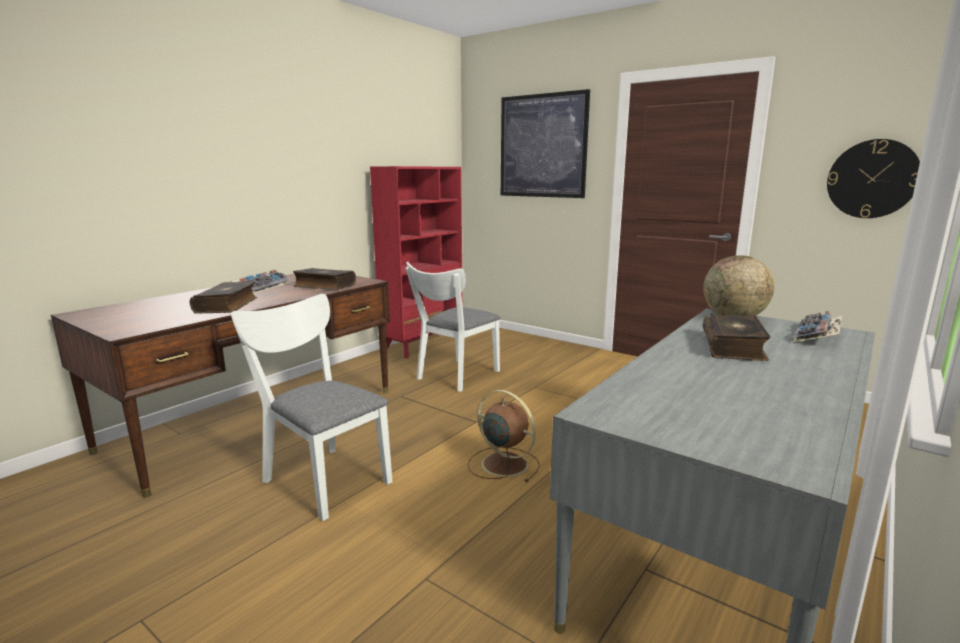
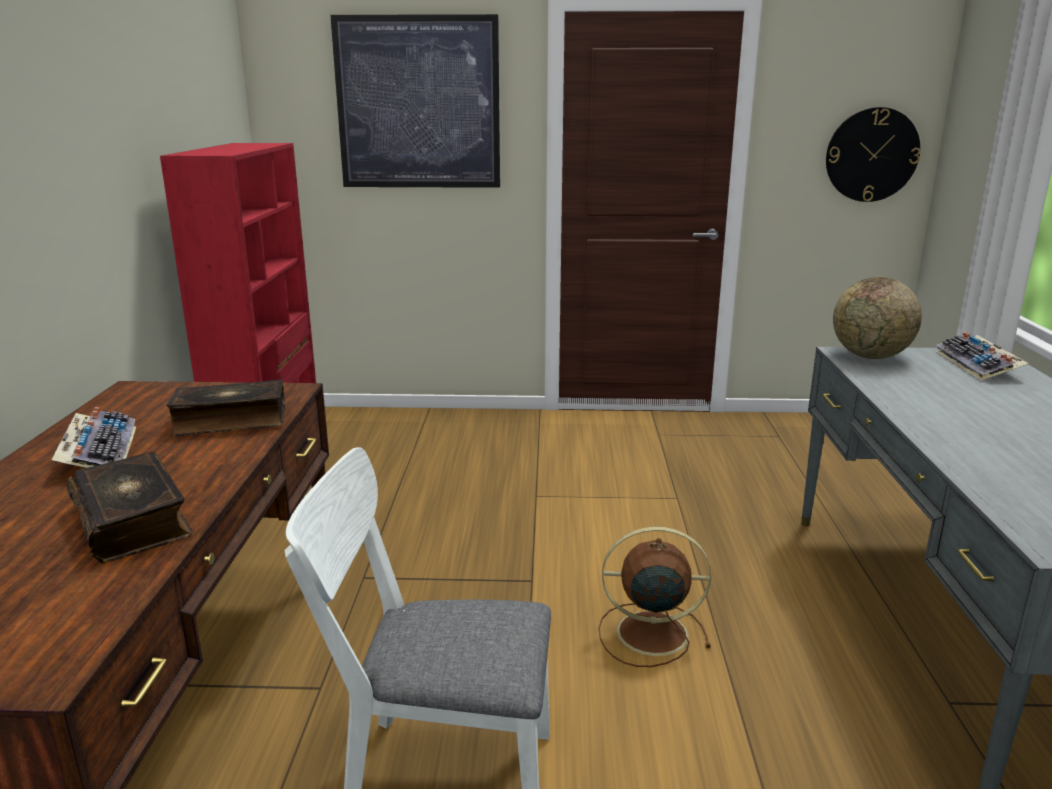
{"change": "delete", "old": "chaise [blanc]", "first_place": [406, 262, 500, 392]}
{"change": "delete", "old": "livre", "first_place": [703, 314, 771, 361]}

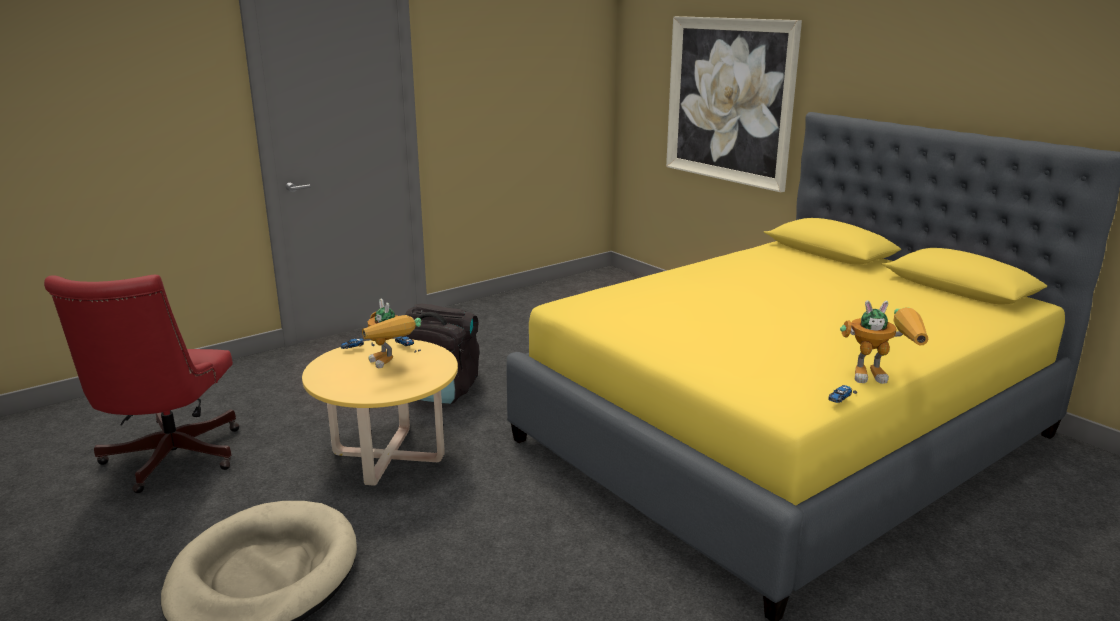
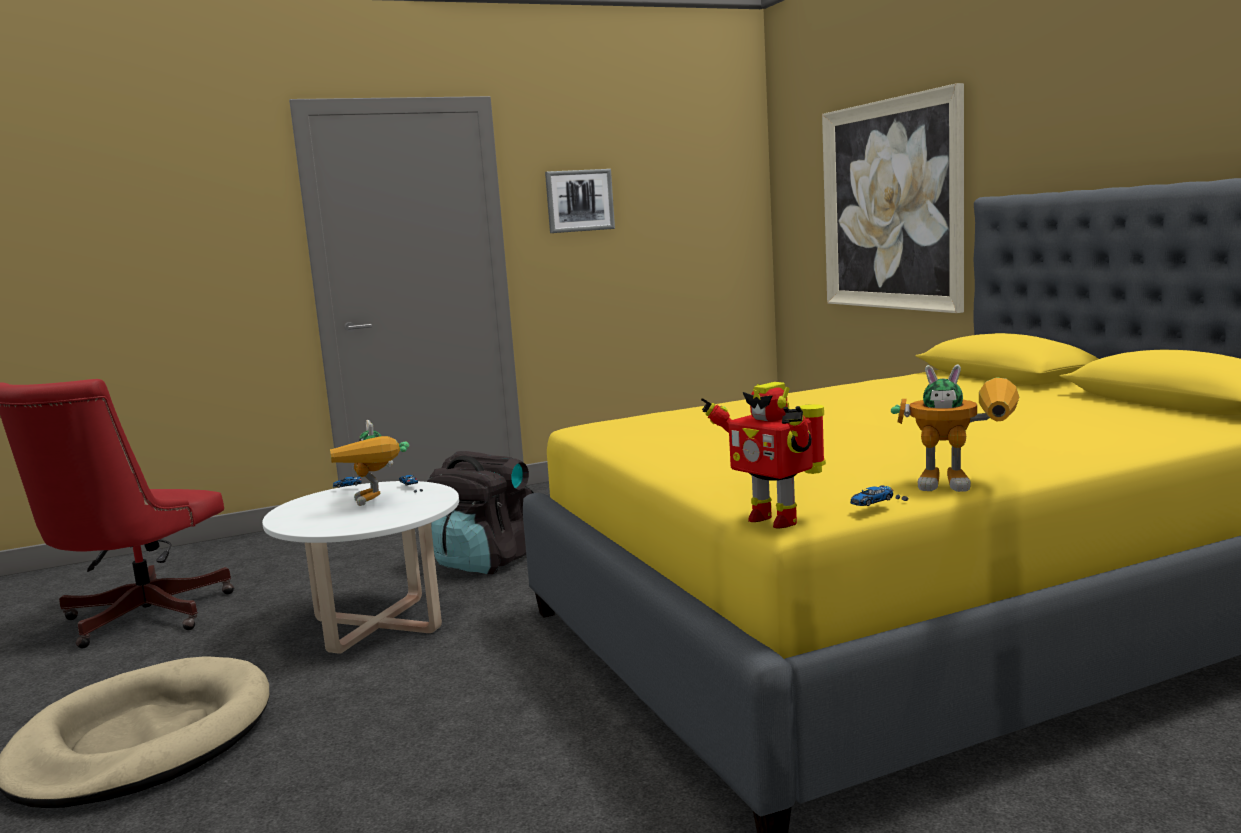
{"change": "recolor", "old": "table basse [jaune]", "new": "table basse [blanc]", "first_place": [302, 339, 458, 486], "second_place": [262, 481, 459, 654]}
{"change": "insert", "new": "tableau", "second_place": [545, 169, 615, 233]}
{"change": "insert", "new": "robot jouet", "second_place": [701, 382, 826, 529]}

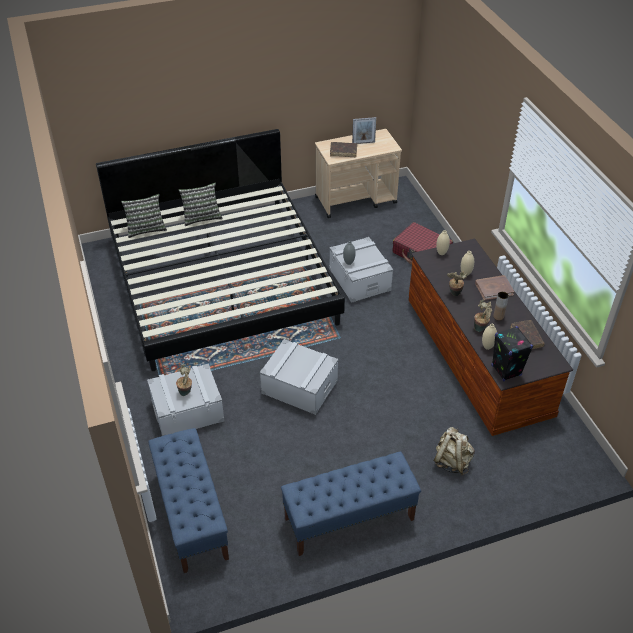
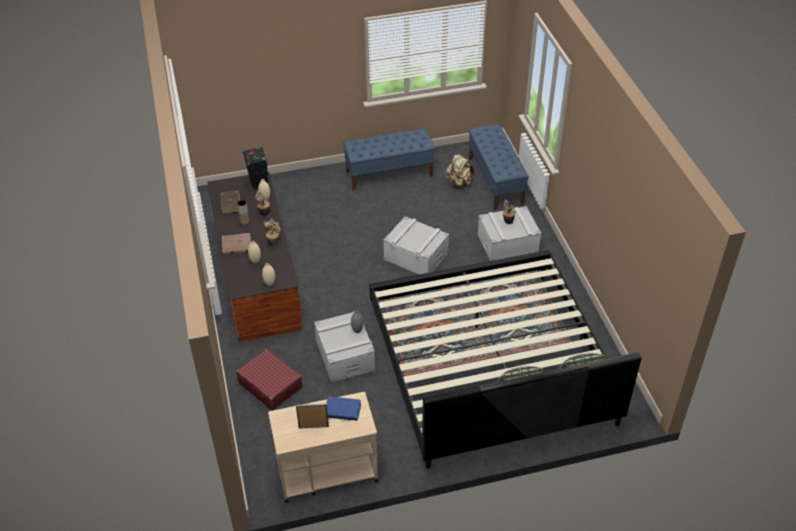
{"change": "recolor", "old": "livre [marron]", "new": "livre [bleu]", "first_place": [330, 142, 357, 157], "second_place": [327, 396, 361, 421]}
{"change": "move", "old": "sac à dos [beige]", "first_place": [433, 427, 475, 475], "second_place": [446, 153, 474, 189]}

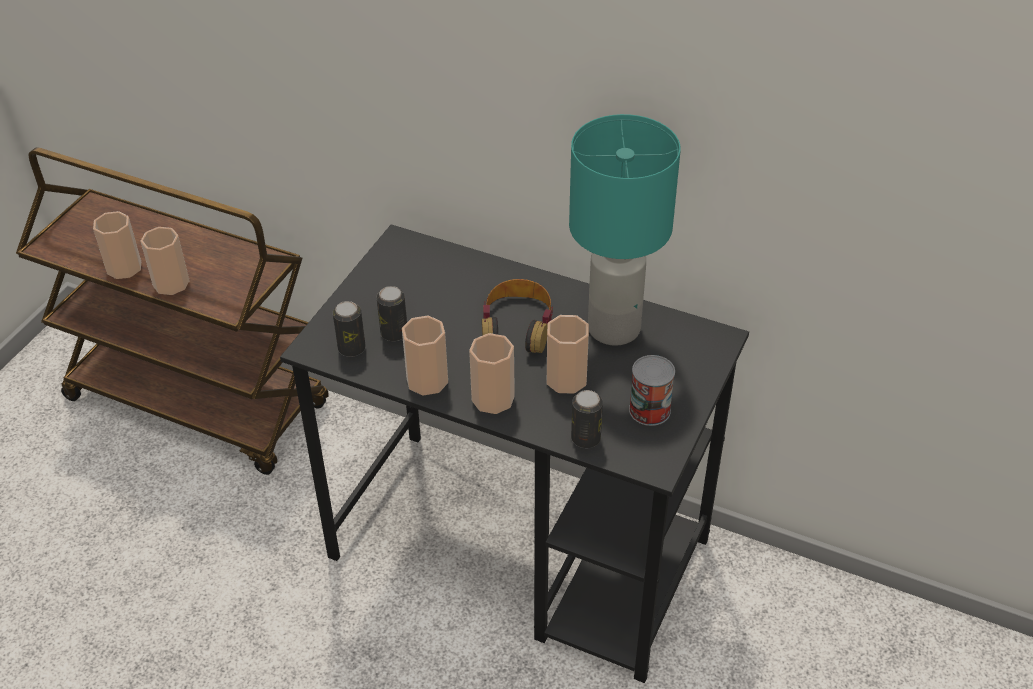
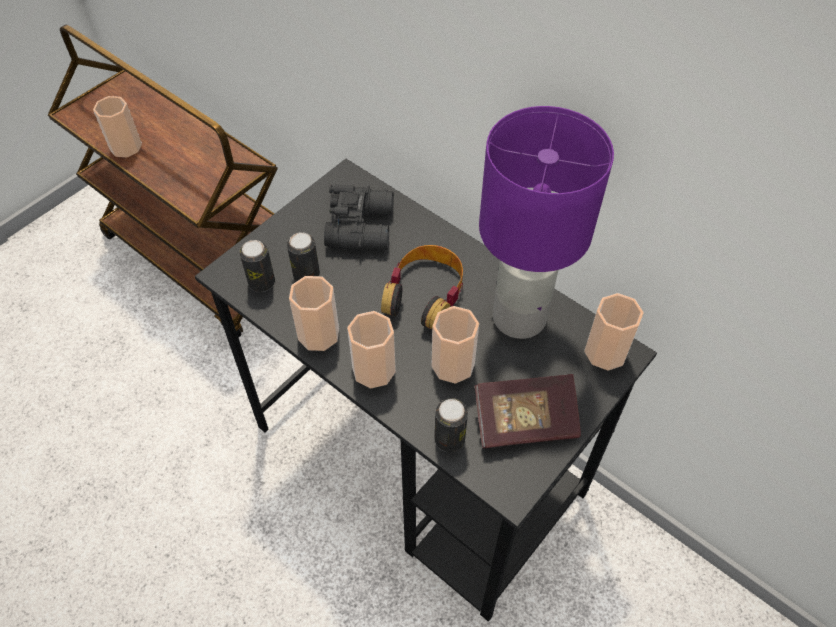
{"change": "move", "old": "tasse", "first_place": [141, 227, 190, 295], "second_place": [584, 293, 644, 370]}
{"change": "recolor", "old": "lampe de table [turquoise]", "new": "lampe de table [violet]", "first_place": [569, 114, 681, 346], "second_place": [479, 106, 614, 339]}
{"change": "replace", "old": "boîte métallique", "new": "livre", "first_place": [629, 355, 675, 426], "second_place": [475, 374, 581, 449]}
{"change": "insert", "new": "jumelles [noir]", "second_place": [324, 184, 394, 251]}

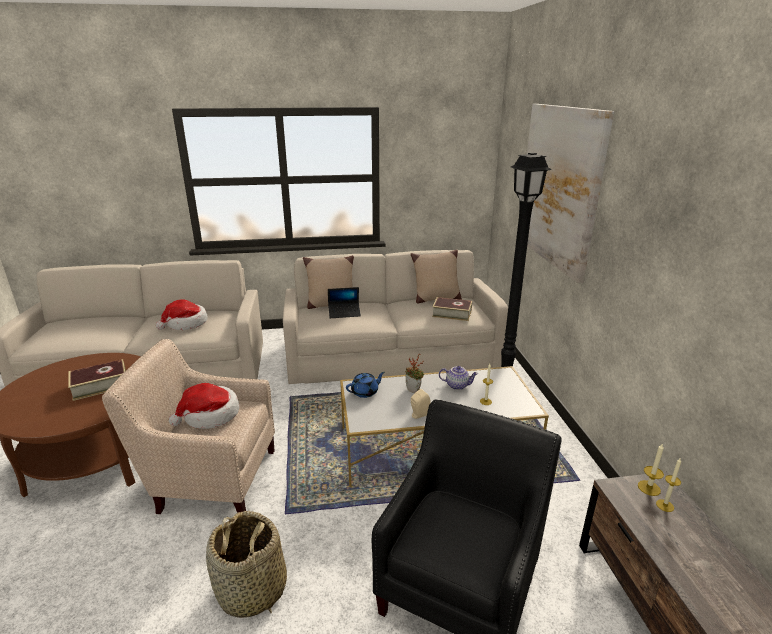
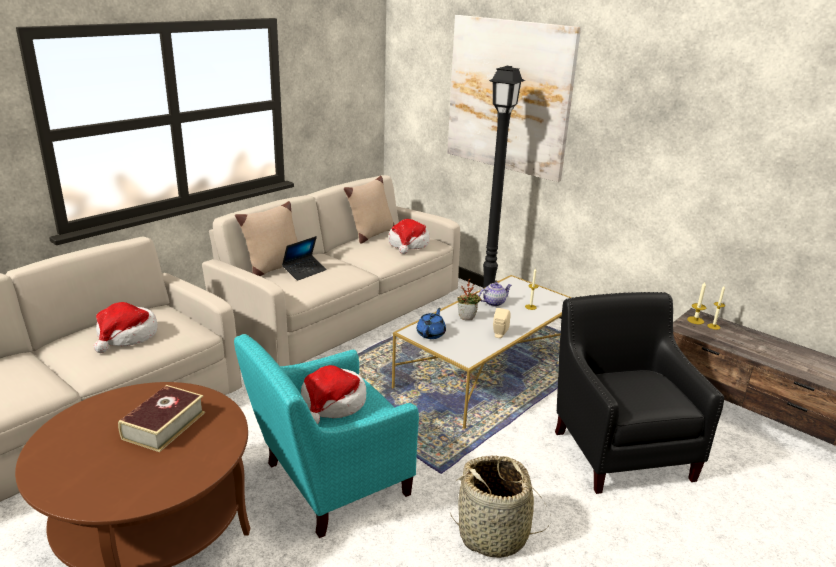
{"change": "recolor", "old": "fauteuil [beige]", "new": "fauteuil [turquoise]", "first_place": [102, 339, 275, 514], "second_place": [234, 334, 419, 538]}
{"change": "replace", "old": "livre", "new": "chapeau", "first_place": [432, 297, 472, 321], "second_place": [389, 219, 430, 254]}

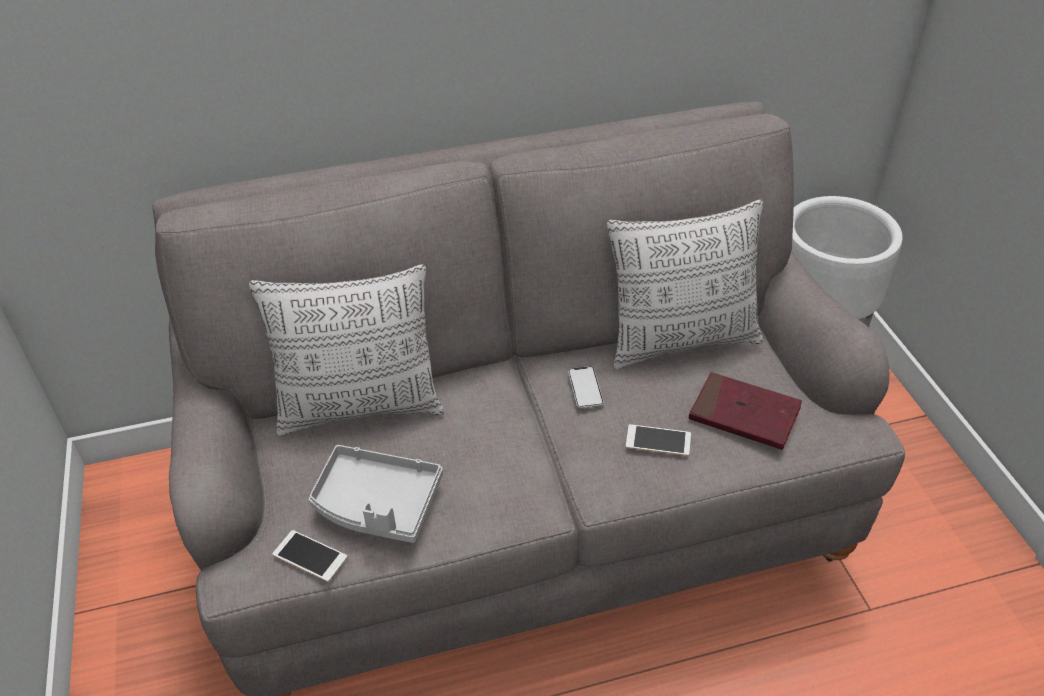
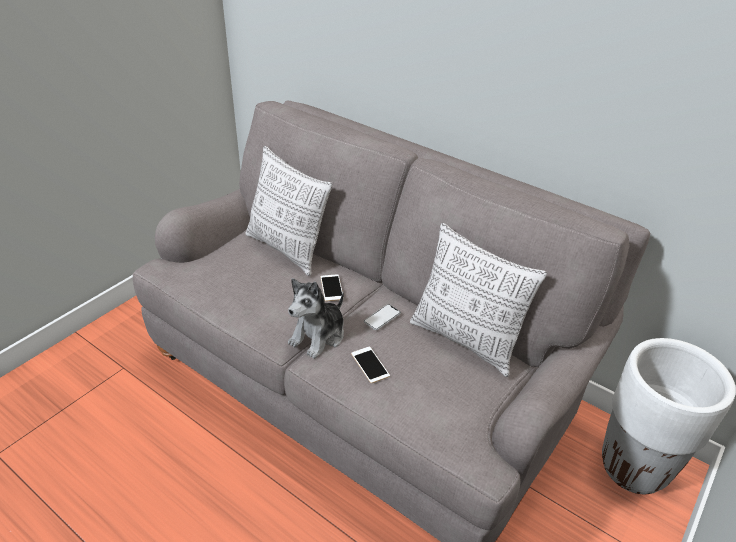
{"change": "move", "old": "téléphone", "first_place": [273, 530, 347, 582], "second_place": [320, 274, 344, 301]}
{"change": "delete", "old": "plateau [gris]", "first_place": [309, 445, 443, 543]}
{"change": "delete", "old": "livre [rouge]", "first_place": [689, 372, 802, 450]}
{"change": "insert", "new": "peluche", "second_place": [288, 278, 344, 359]}

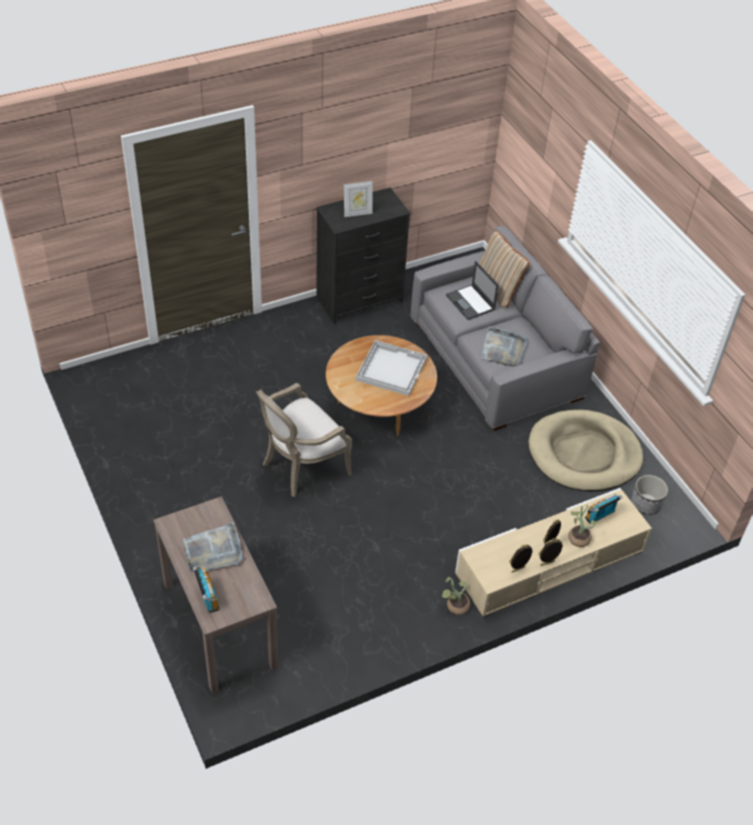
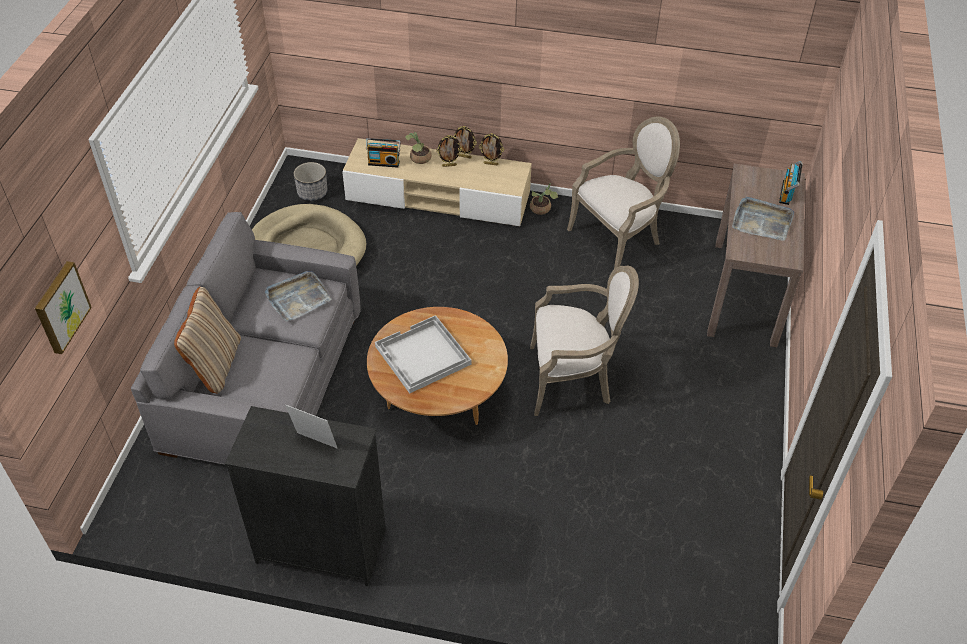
{"change": "delete", "old": "ordinateur portable", "first_place": [446, 261, 499, 320]}
{"change": "insert", "new": "tableau", "second_place": [35, 261, 92, 354]}
{"change": "insert", "new": "fauteuil", "second_place": [567, 117, 680, 269]}

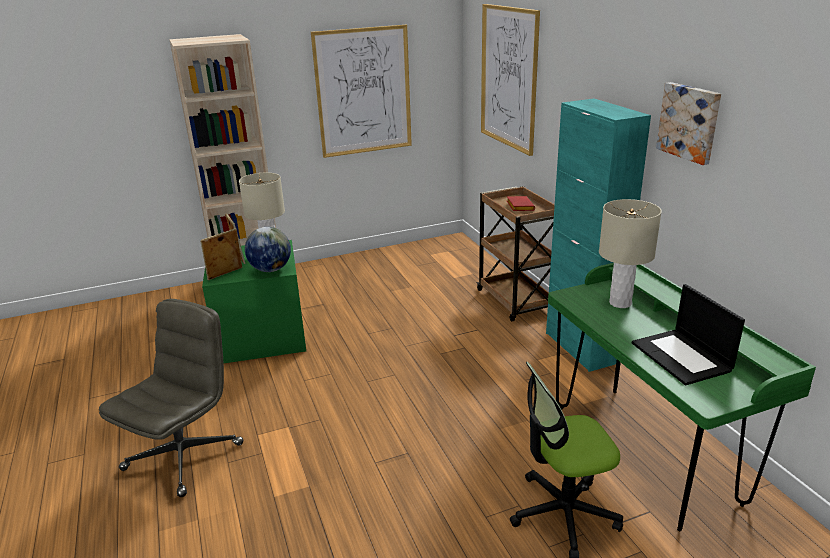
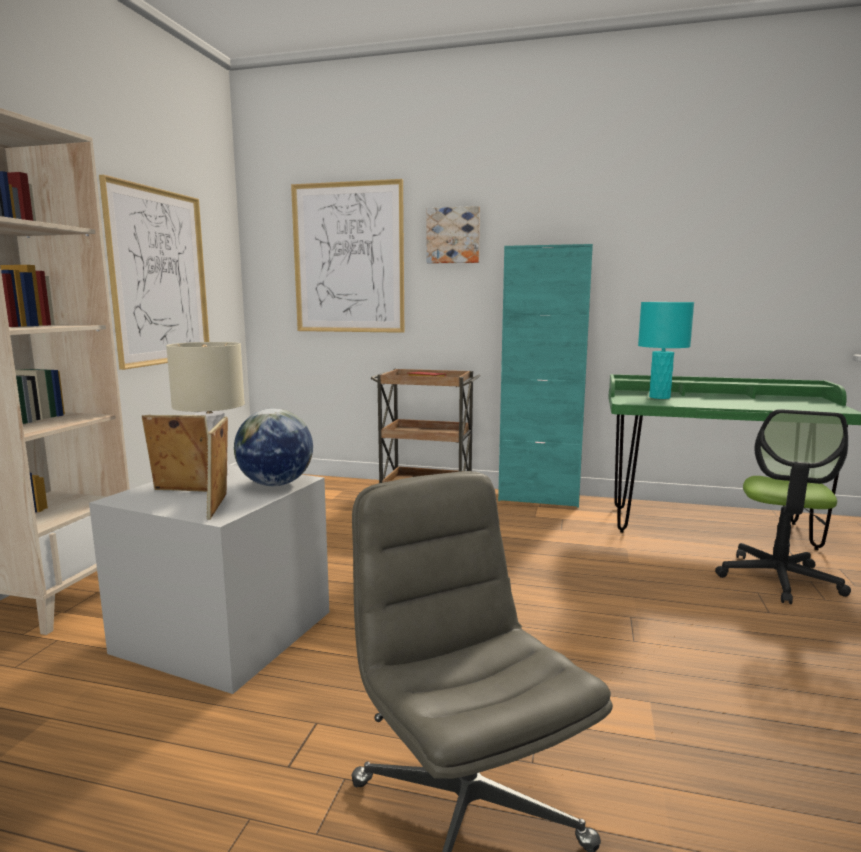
{"change": "recolor", "old": "boîte de rangement [vert]", "new": "boîte de rangement [gris]", "first_place": [202, 240, 306, 363], "second_place": [89, 465, 329, 694]}
{"change": "recolor", "old": "lampe de table [beige]", "new": "lampe de table [turquoise]", "first_place": [599, 199, 662, 308], "second_place": [638, 302, 694, 399]}
{"change": "delete", "old": "ordinateur portable", "first_place": [632, 284, 745, 385]}
{"change": "move", "old": "tableau", "first_place": [656, 82, 721, 165], "second_place": [427, 206, 480, 264]}

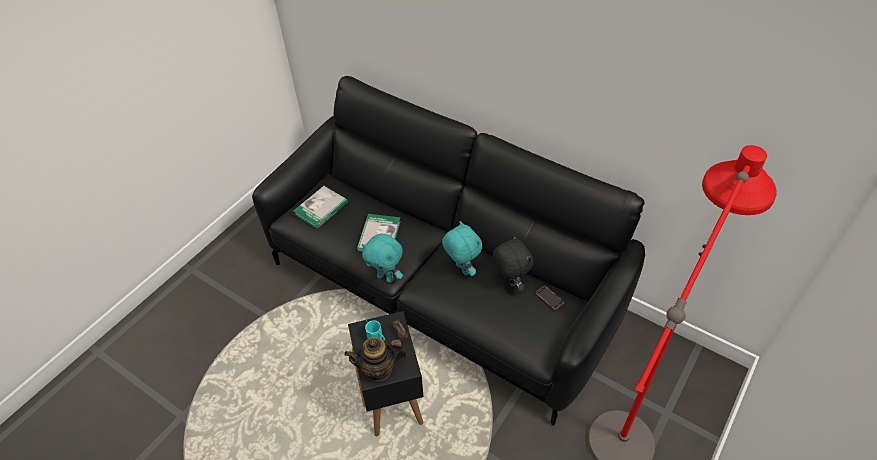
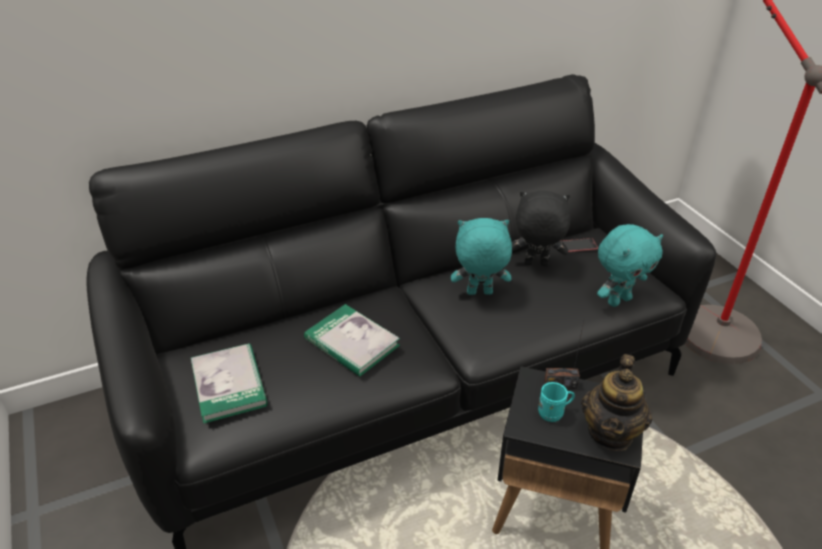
{"change": "move", "old": "peluche [turquoise]", "first_place": [362, 234, 403, 283], "second_place": [597, 224, 663, 307]}

